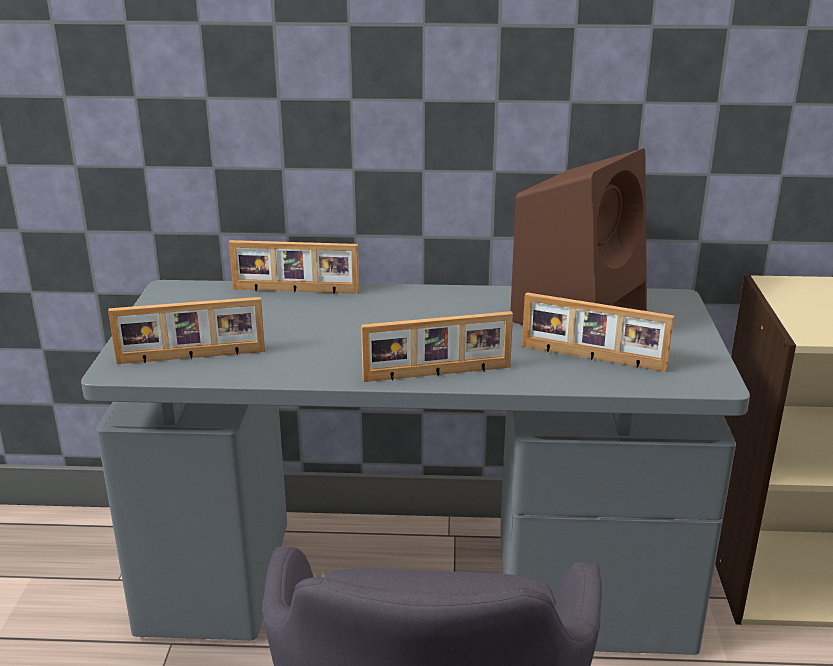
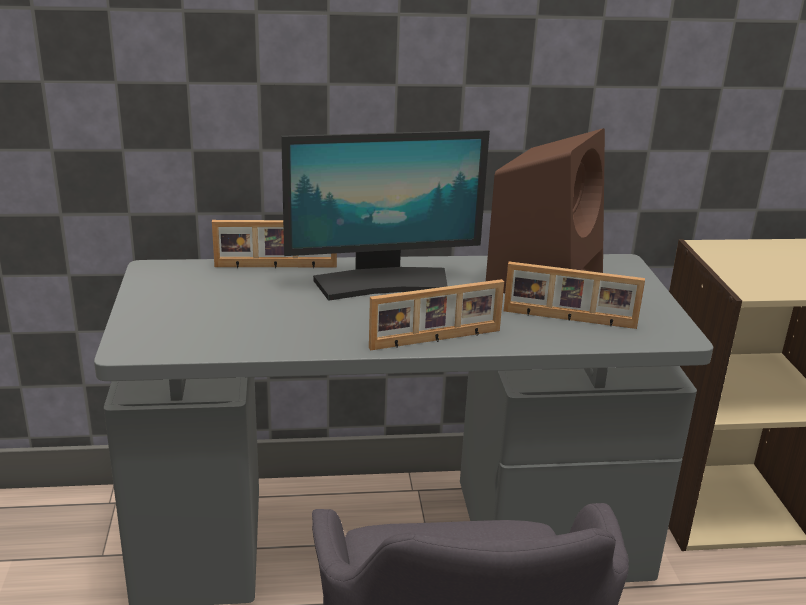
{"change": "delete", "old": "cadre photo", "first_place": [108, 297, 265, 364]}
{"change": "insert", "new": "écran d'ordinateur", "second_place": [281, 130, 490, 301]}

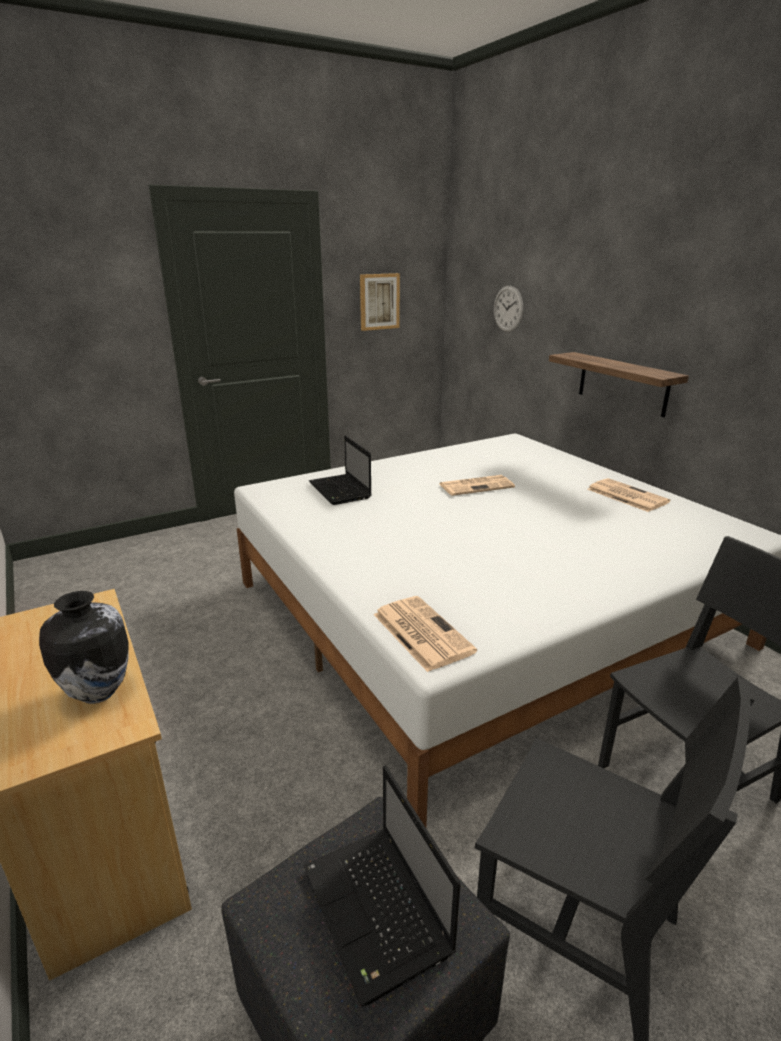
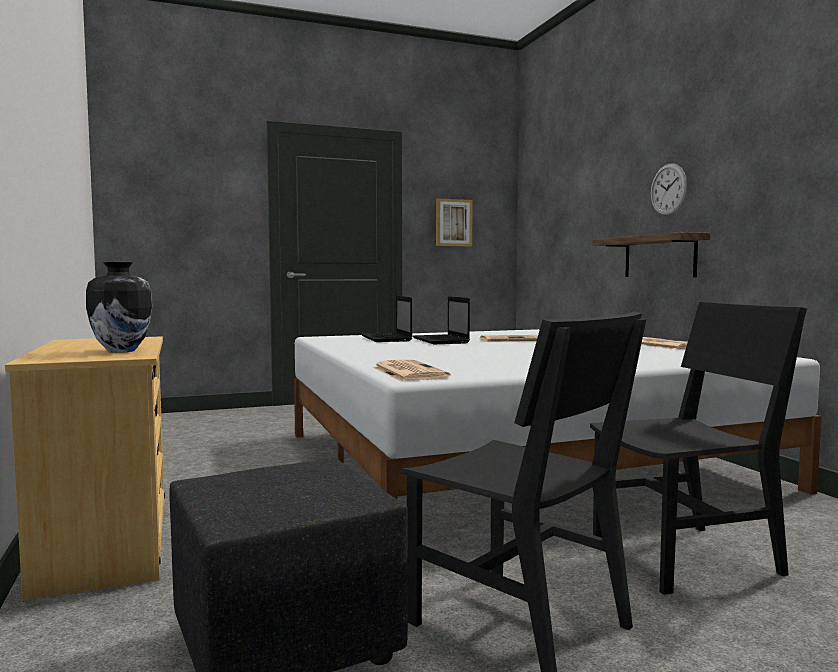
{"change": "move", "old": "ordinateur portable", "first_place": [304, 766, 460, 1007], "second_place": [412, 296, 470, 344]}
{"change": "move", "old": "horloge murale", "first_place": [494, 286, 523, 332], "second_place": [651, 164, 687, 215]}

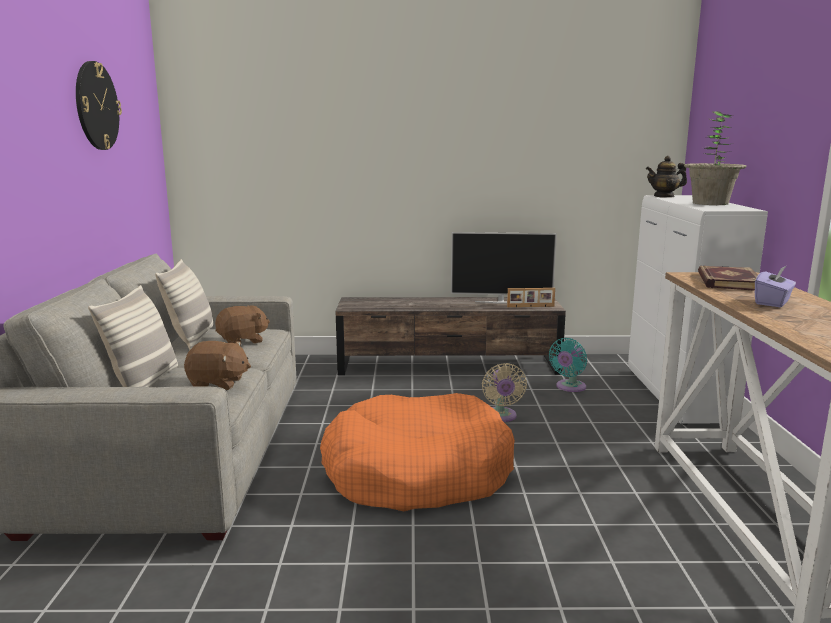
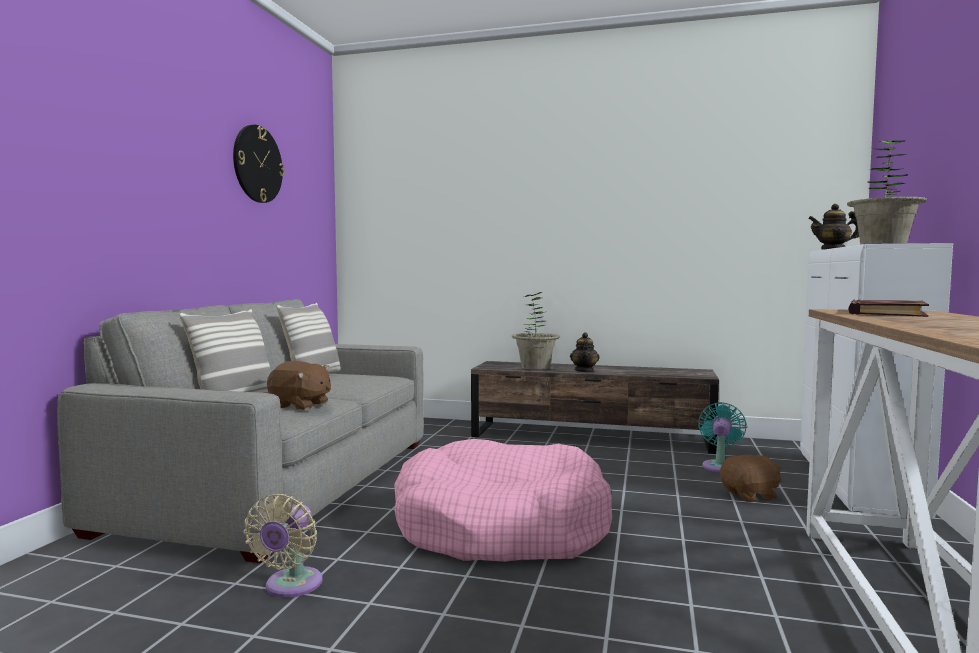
{"change": "move", "old": "peluche [marron]", "first_place": [215, 305, 270, 346], "second_place": [720, 454, 781, 502]}
{"change": "recolor", "old": "panier pour chien [orange]", "new": "panier pour chien [rose]", "first_place": [320, 393, 515, 511], "second_place": [394, 439, 612, 562]}
{"change": "delete", "old": "téléviseur", "first_place": [451, 232, 557, 304]}
{"change": "move", "old": "ventilateur [beige]", "first_place": [482, 363, 527, 422], "second_place": [244, 494, 323, 598]}
{"change": "delete", "old": "cadre photo", "first_place": [507, 288, 555, 307]}
{"change": "rotate", "old": "ventilateur [turquoise]", "first_place": [549, 338, 587, 392], "second_place": [698, 402, 747, 472], "degrees": 150}
{"change": "delete", "old": "boîte à mouchoirs [violet]", "first_place": [755, 265, 796, 307]}
{"change": "insert", "new": "plante en pot", "second_place": [512, 292, 560, 370]}
{"change": "insert", "new": "théière", "second_place": [570, 332, 600, 373]}

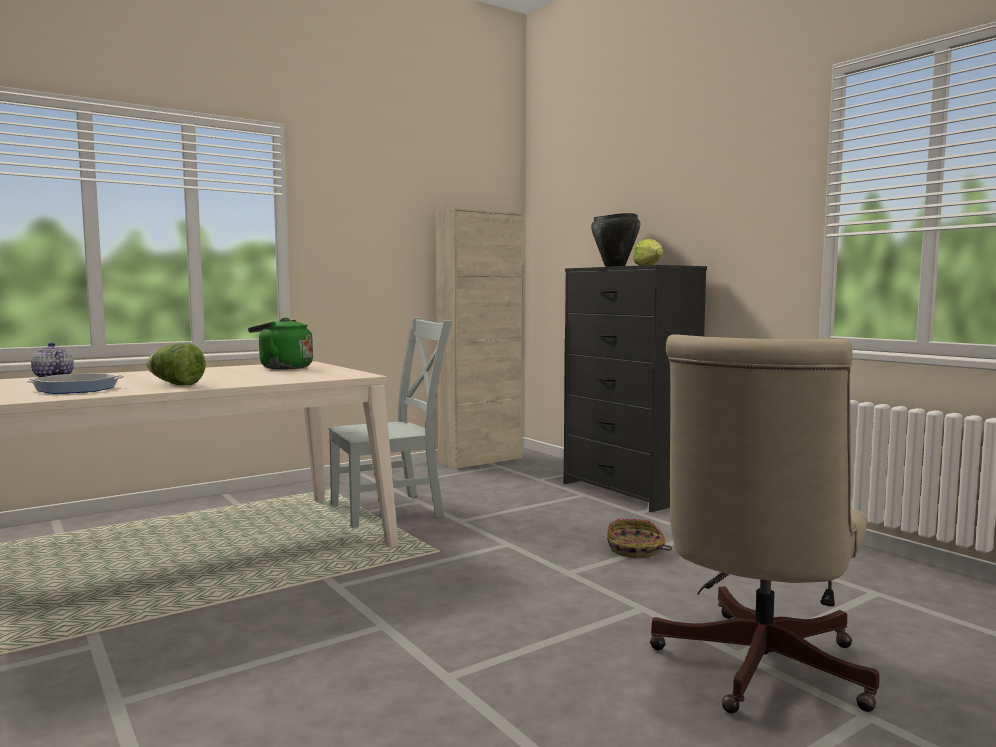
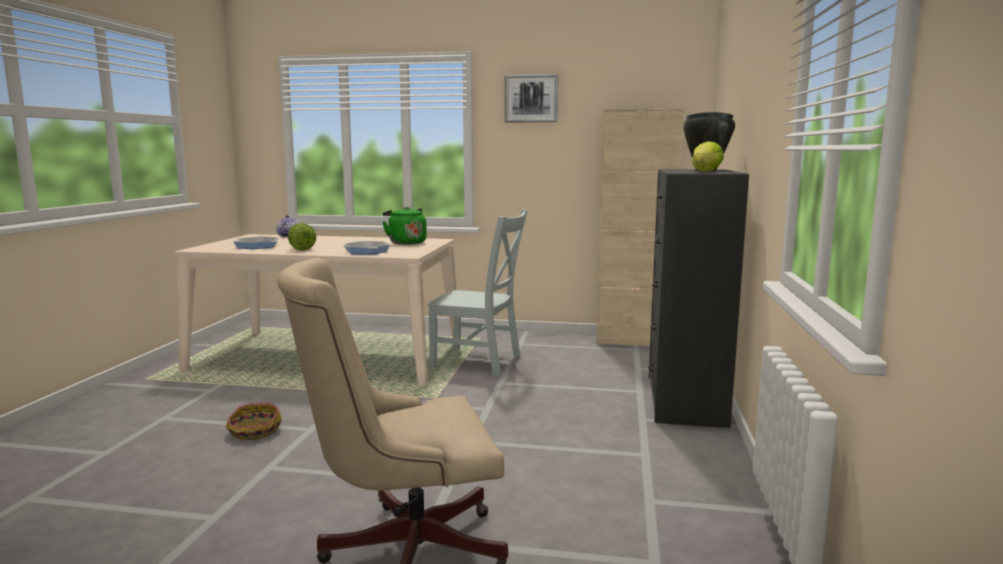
{"change": "move", "old": "panier", "first_place": [607, 519, 672, 558], "second_place": [226, 403, 282, 440]}
{"change": "insert", "new": "poêle", "second_place": [343, 241, 390, 254]}
{"change": "insert", "new": "tableau", "second_place": [505, 74, 559, 123]}

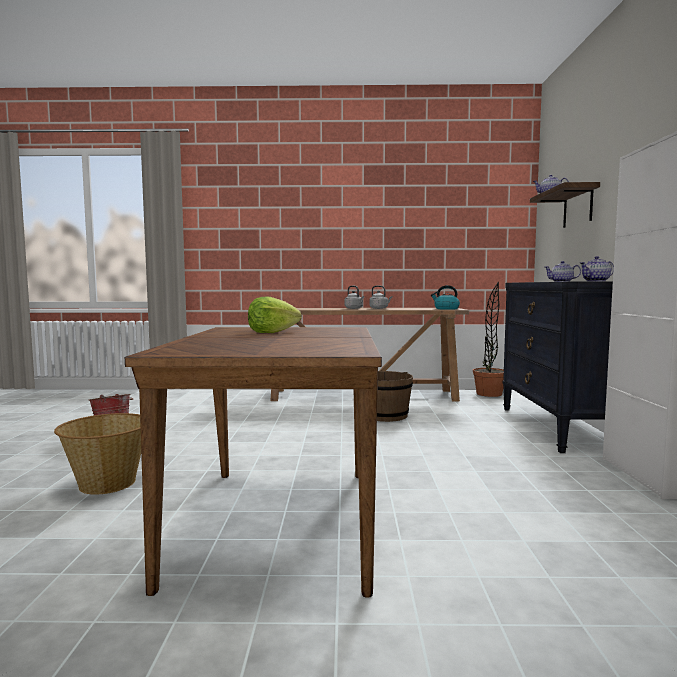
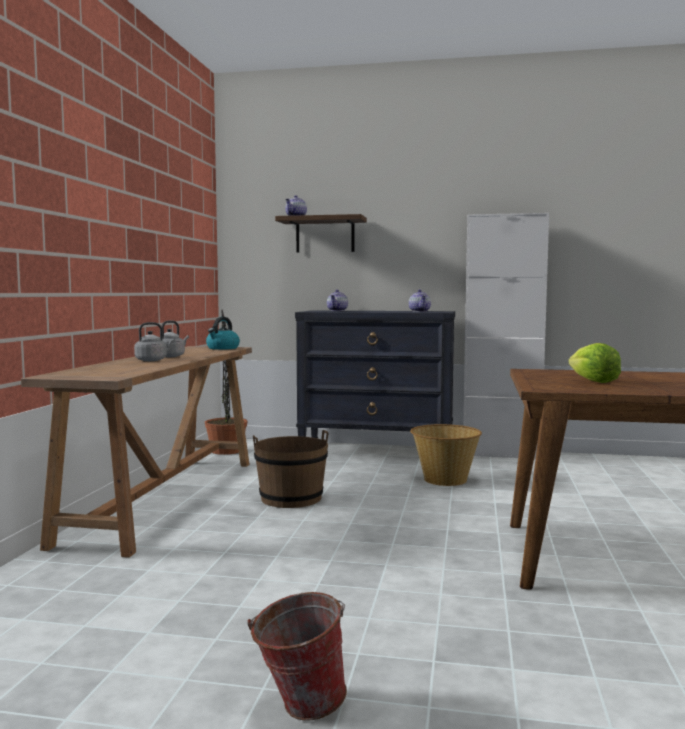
{"change": "move", "old": "panier", "first_place": [54, 413, 141, 495], "second_place": [410, 424, 482, 486]}

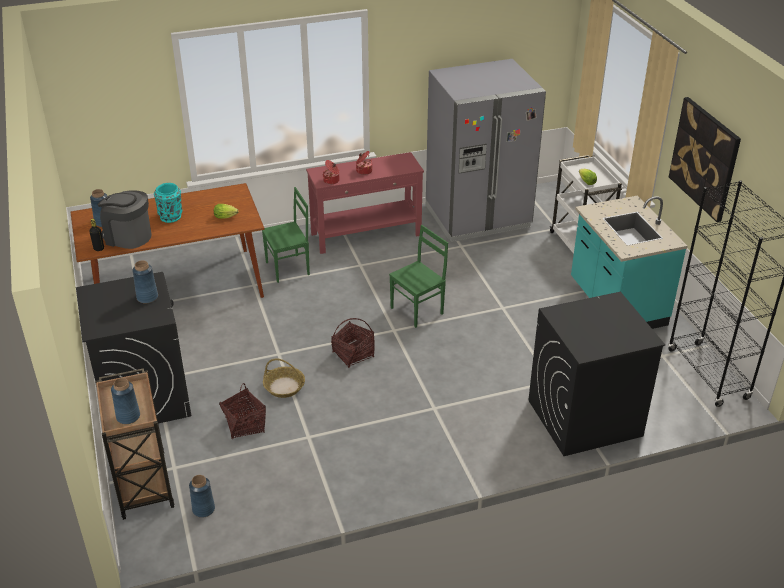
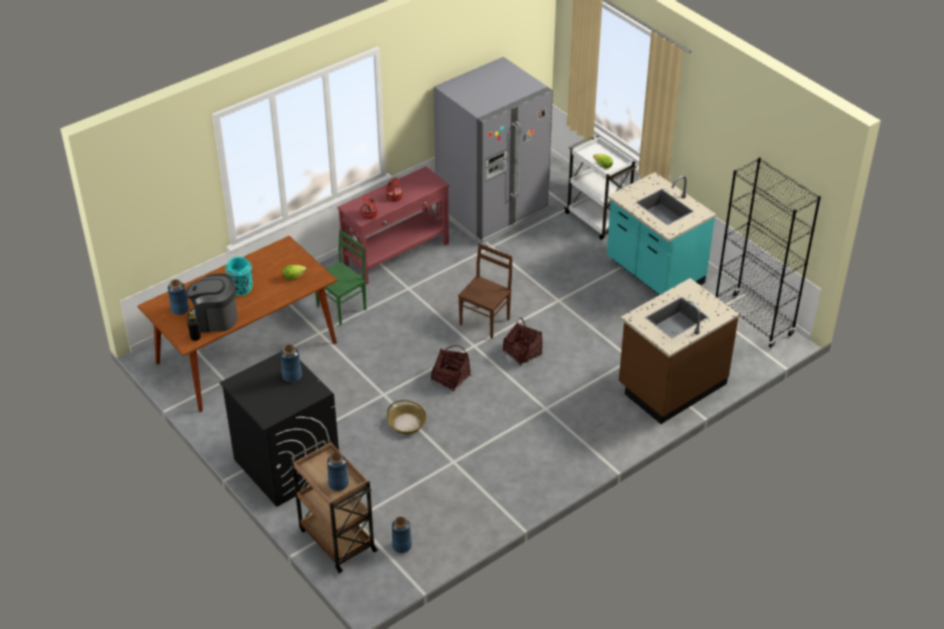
{"change": "move", "old": "panier", "first_place": [219, 383, 266, 439], "second_place": [503, 318, 543, 366]}
{"change": "recolor", "old": "chaise [vert]", "new": "chaise [marron]", "first_place": [389, 225, 448, 328], "second_place": [458, 243, 512, 339]}
{"change": "replace", "old": "lave-linge [noir]", "new": "comptoir de cuisine [marron]", "first_place": [528, 292, 665, 456], "second_place": [619, 278, 740, 424]}
{"change": "delete", "old": "tableau", "first_place": [669, 97, 741, 222]}

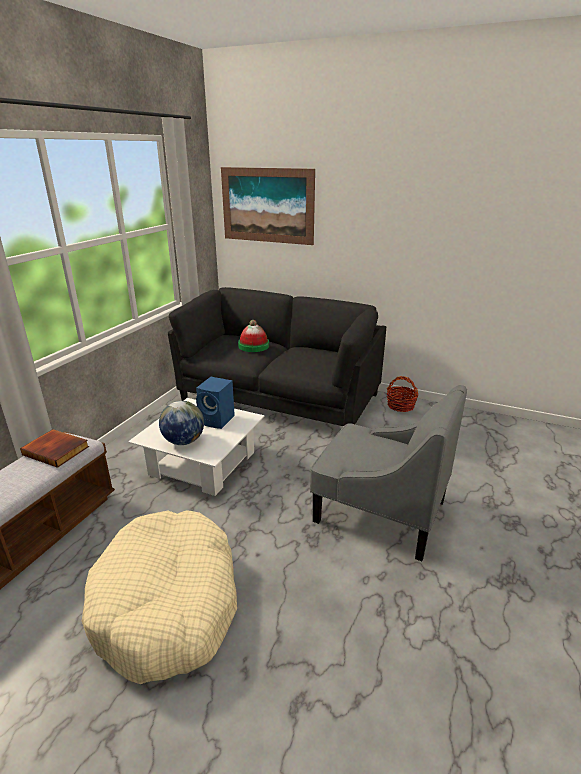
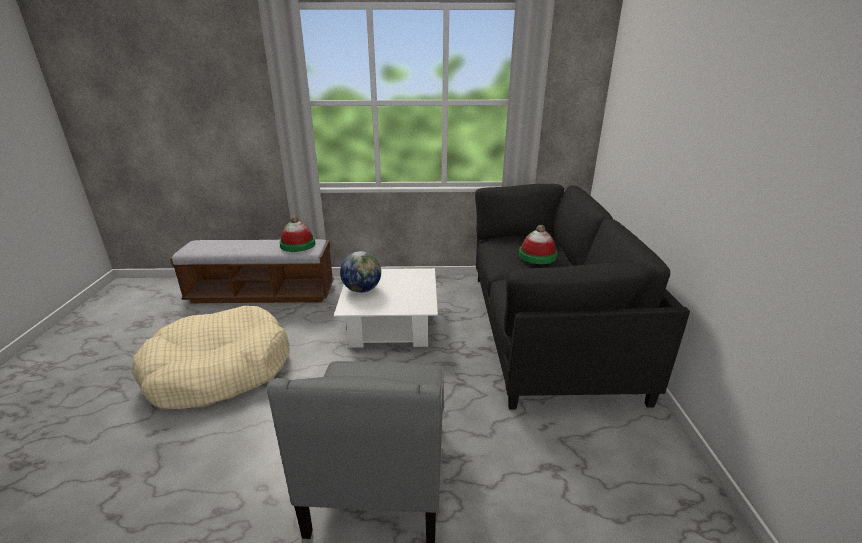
{"change": "replace", "old": "livre", "new": "chapeau", "first_place": [20, 429, 89, 468], "second_place": [280, 216, 315, 252]}
{"change": "delete", "old": "enceinte [bleu]", "first_place": [196, 377, 235, 429]}
{"change": "delete", "old": "tableau", "first_place": [221, 167, 315, 245]}
{"change": "delete", "old": "panier", "first_place": [387, 376, 418, 412]}

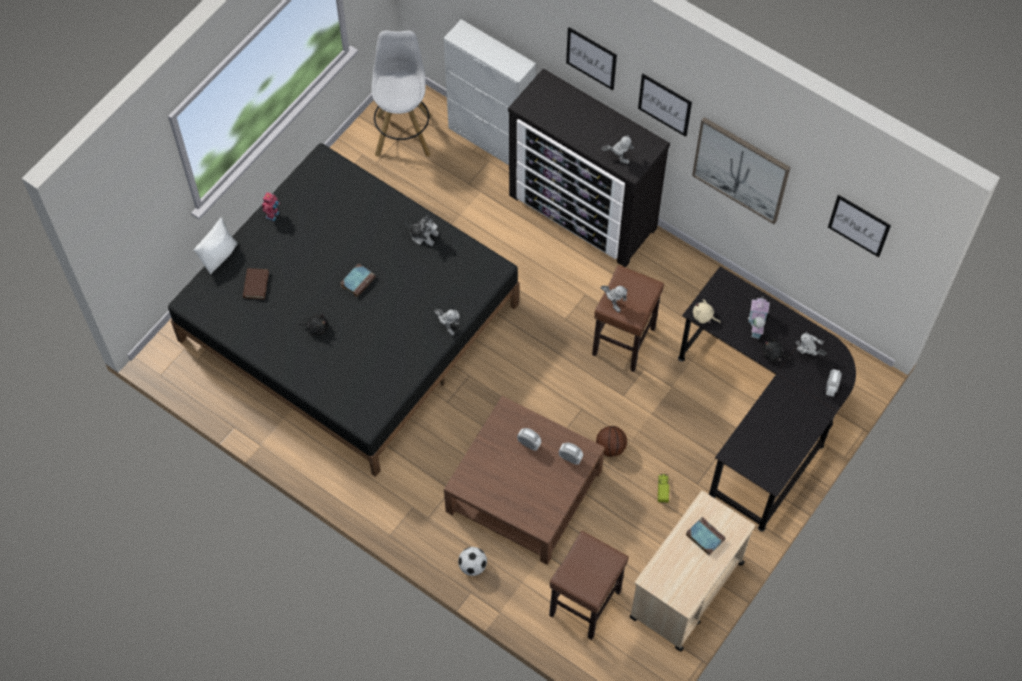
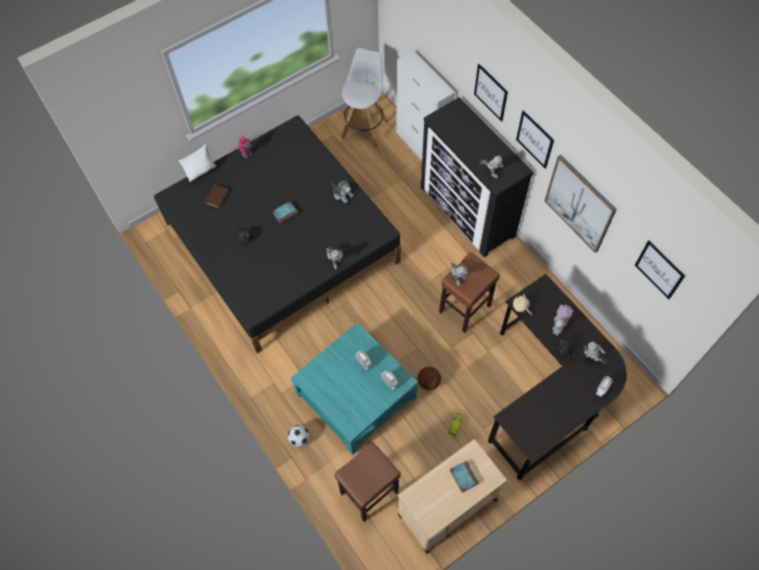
{"change": "recolor", "old": "table basse [marron]", "new": "table basse [turquoise]", "first_place": [444, 396, 605, 565], "second_place": [291, 322, 418, 455]}

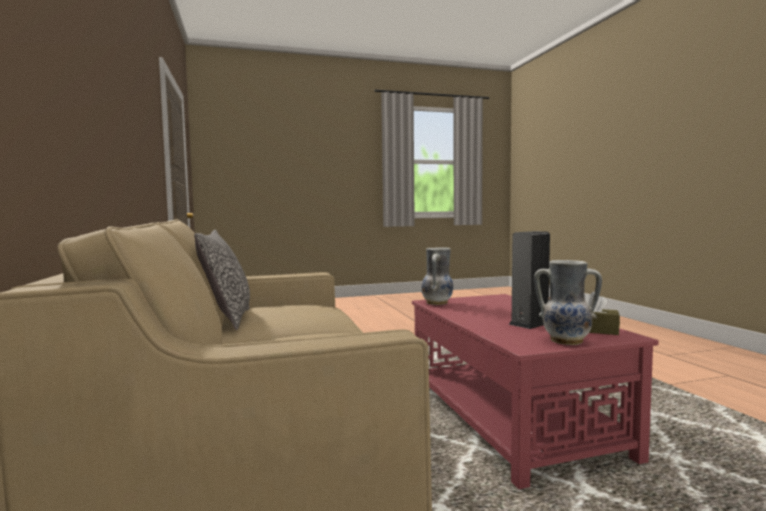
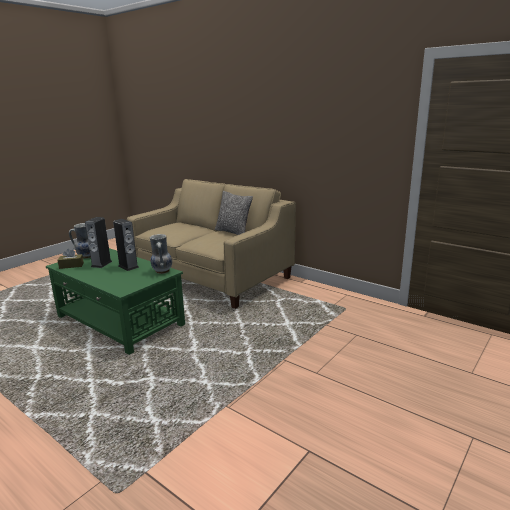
{"change": "recolor", "old": "table basse [rouge]", "new": "table basse [vert]", "first_place": [412, 294, 659, 489], "second_place": [46, 248, 185, 355]}
{"change": "insert", "new": "enceinte", "second_place": [113, 219, 139, 271]}

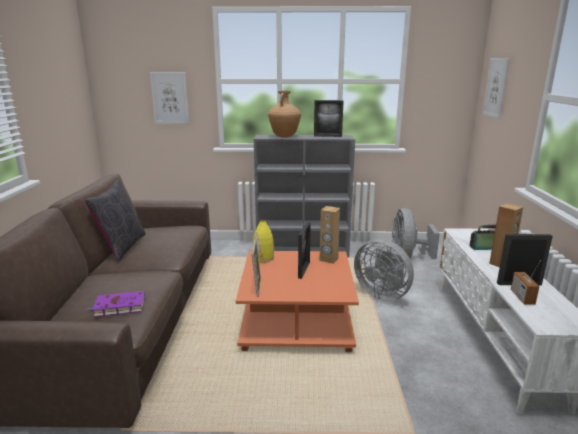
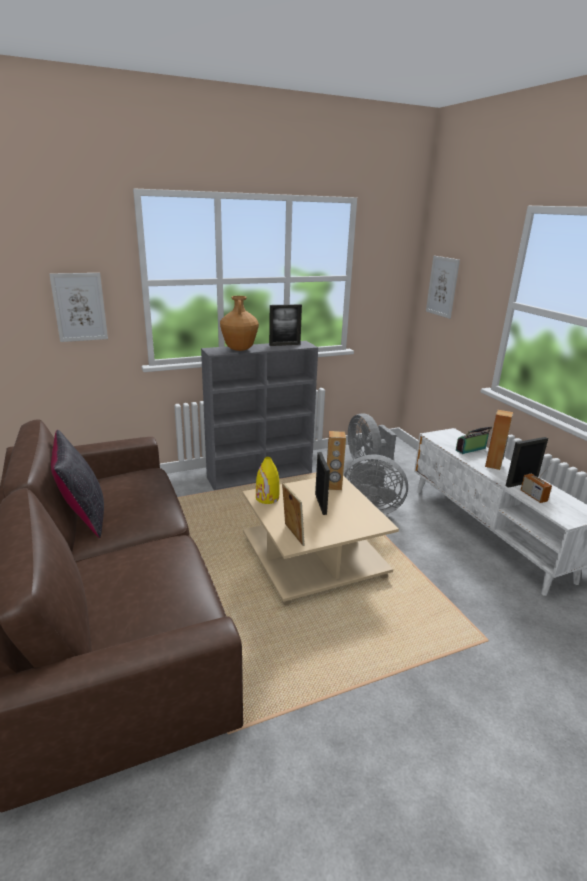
{"change": "delete", "old": "livre [violet]", "first_place": [87, 291, 145, 317]}
{"change": "recolor", "old": "table basse [orange]", "new": "table basse [beige]", "first_place": [236, 251, 359, 352], "second_place": [242, 476, 399, 605]}

